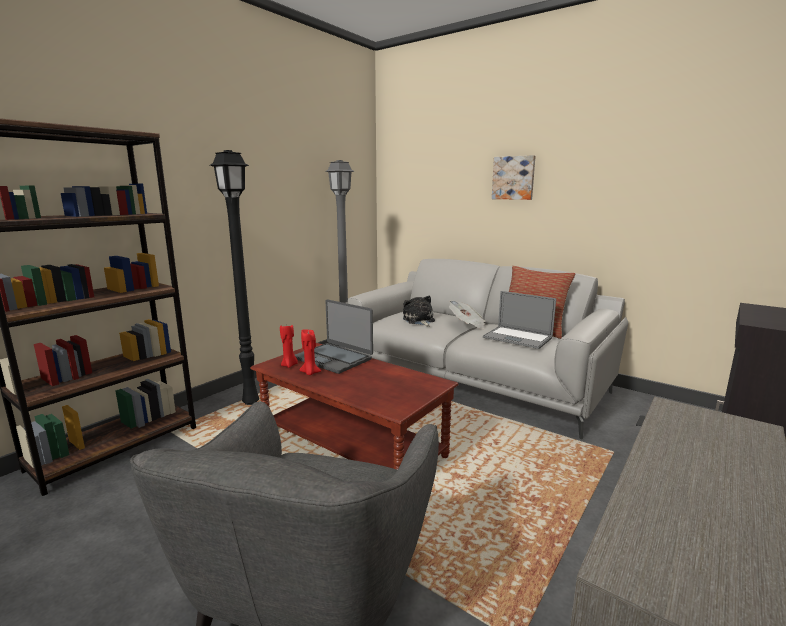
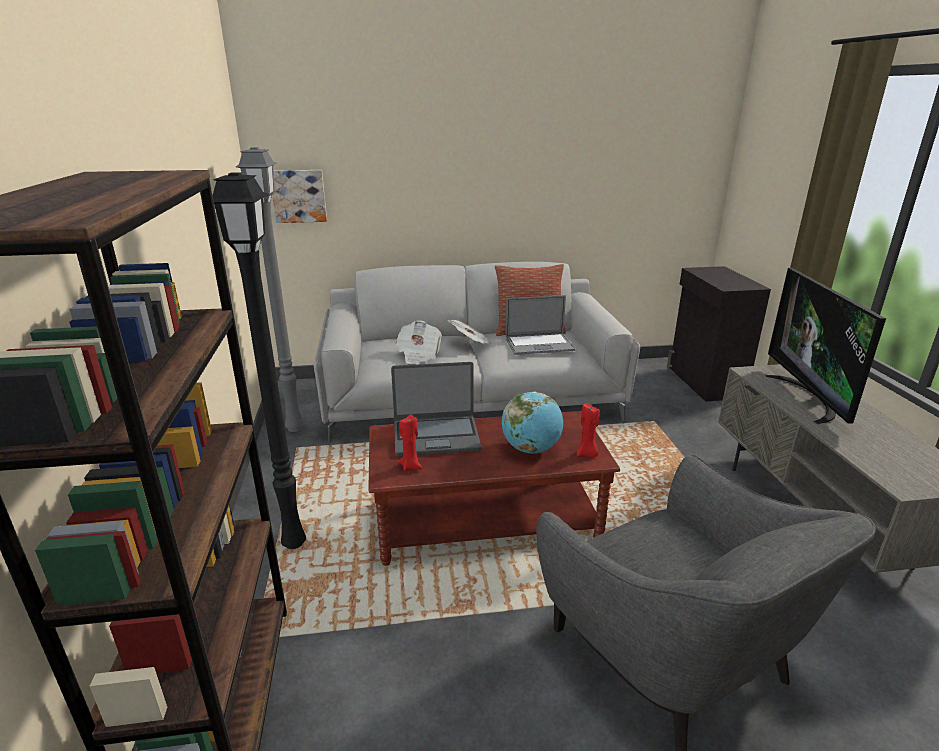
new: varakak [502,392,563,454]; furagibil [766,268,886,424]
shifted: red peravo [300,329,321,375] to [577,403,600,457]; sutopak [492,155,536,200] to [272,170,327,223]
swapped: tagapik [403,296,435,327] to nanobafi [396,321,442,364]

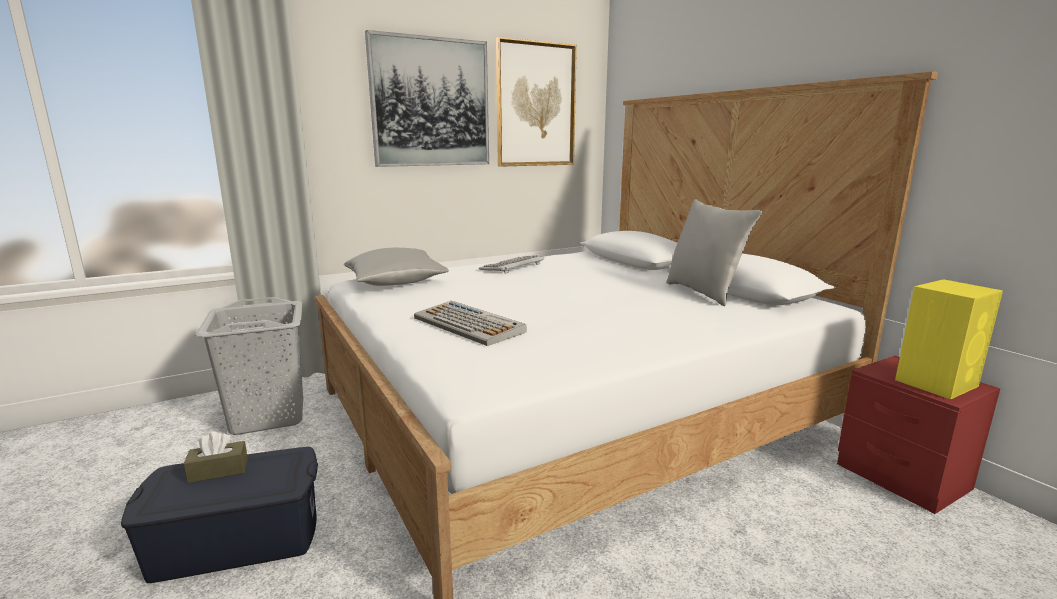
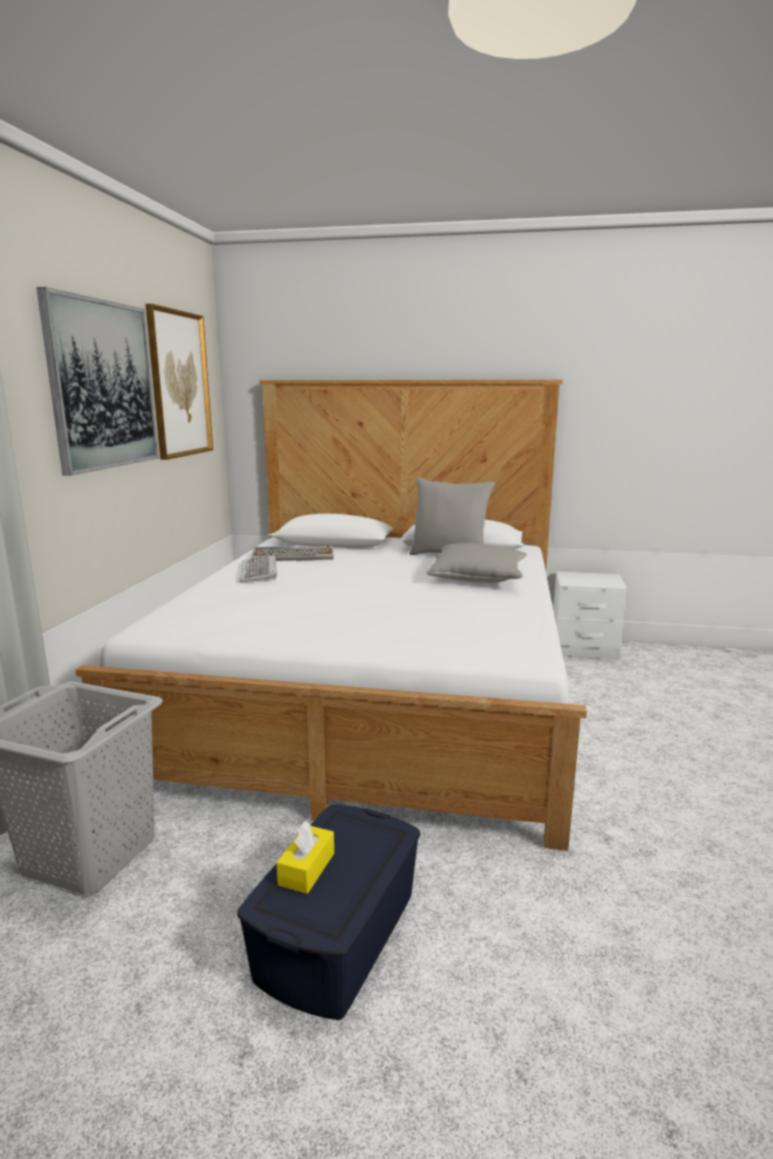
gone: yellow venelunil [895,279,1003,399]
shifted: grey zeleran [344,248,449,286] to [426,543,527,583]; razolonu [414,301,527,346] to [251,545,334,561]
repainted: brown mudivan [183,431,248,483] to yellow mudivan [276,821,334,894]; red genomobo [837,356,1000,514] to white genomobo [553,571,628,660]

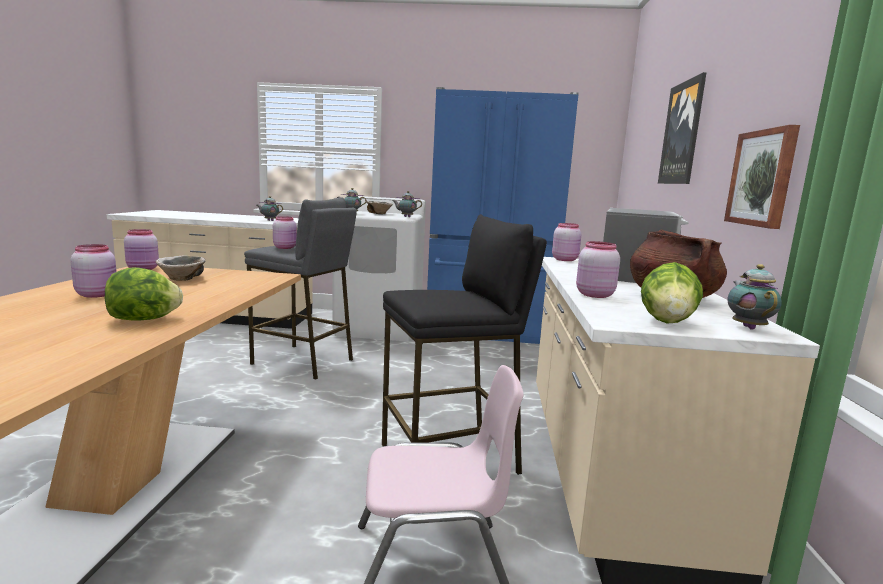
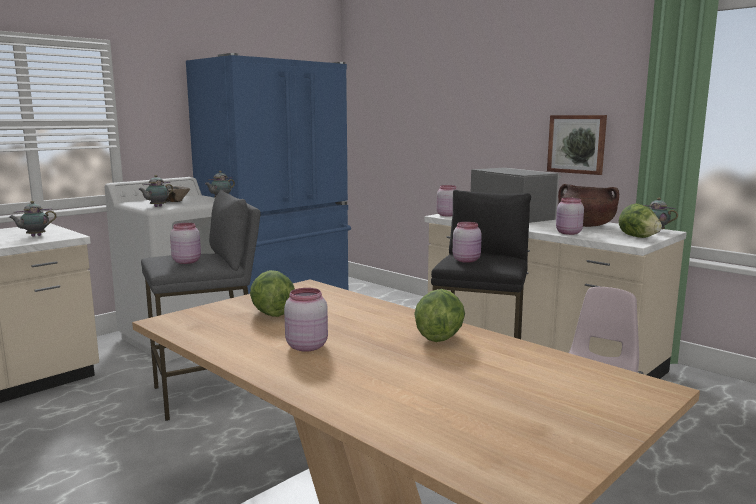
gone: sutopak [658,72,707,184]
shifted: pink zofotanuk [124,229,159,270] to [453,222,482,263]
swapped: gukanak [156,255,206,281] to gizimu [250,270,295,317]

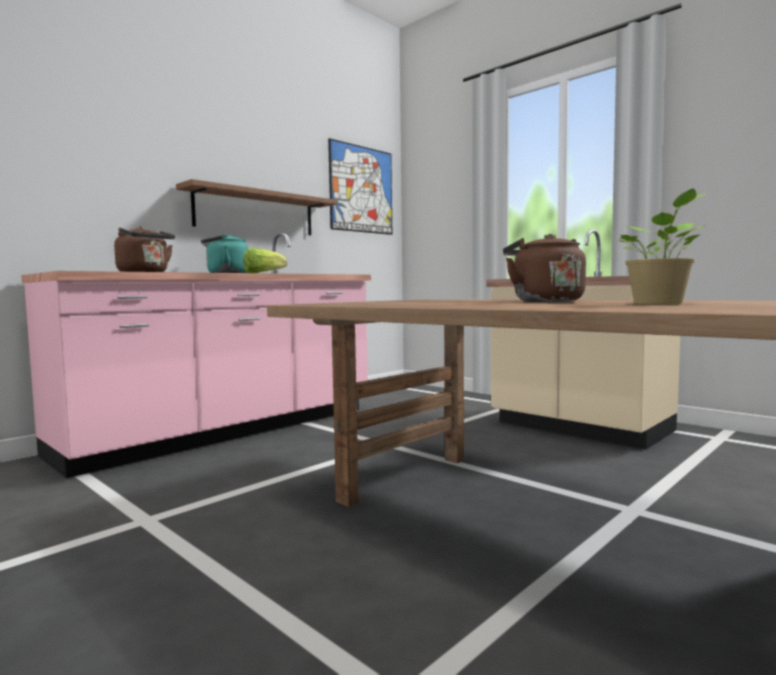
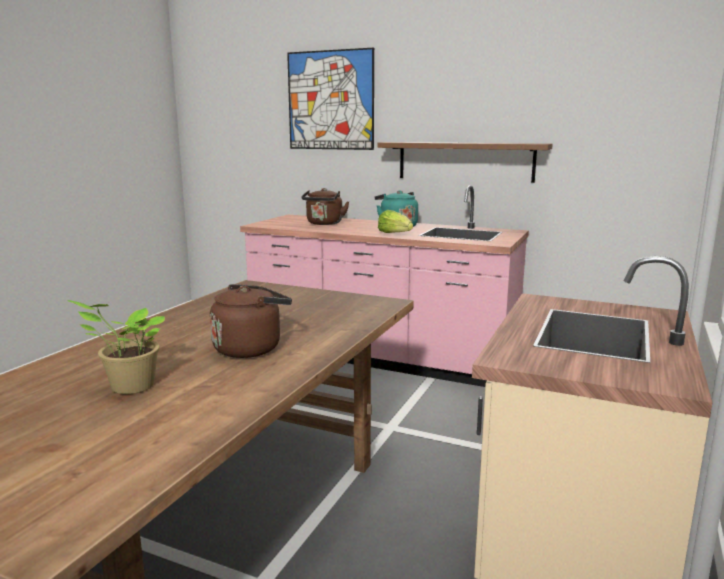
shifted: sutopak [328,138,392,235] to [287,48,374,150]

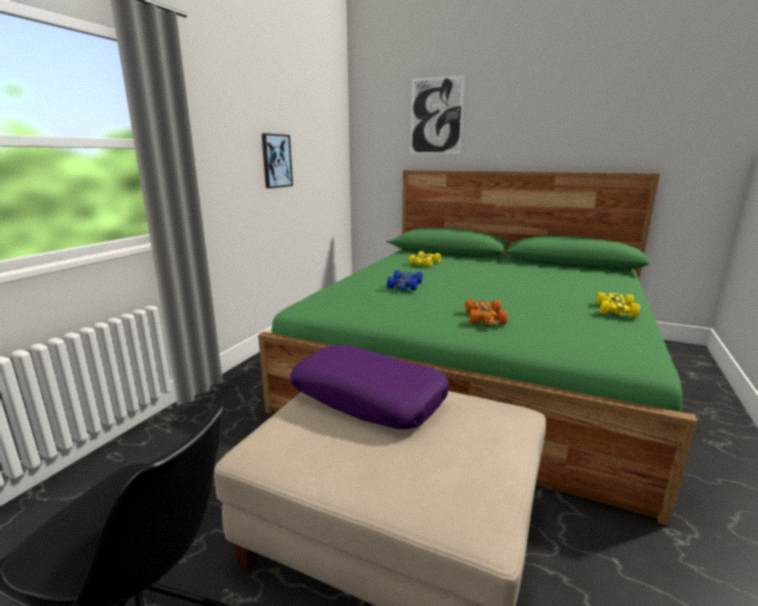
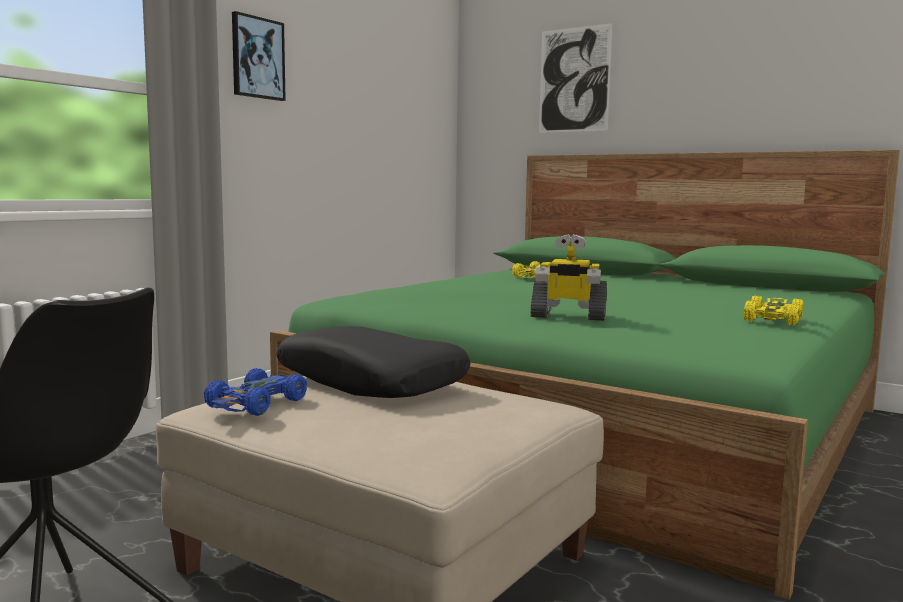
shifted: sutopak [262,133,293,188] to [232,11,286,101]; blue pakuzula [387,270,423,291] to [204,368,307,416]
swapped: orange pakuzula [465,299,508,325] to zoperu [531,234,607,321]
repainted: purple zeleran [290,345,450,429] to black zeleran [276,326,470,398]

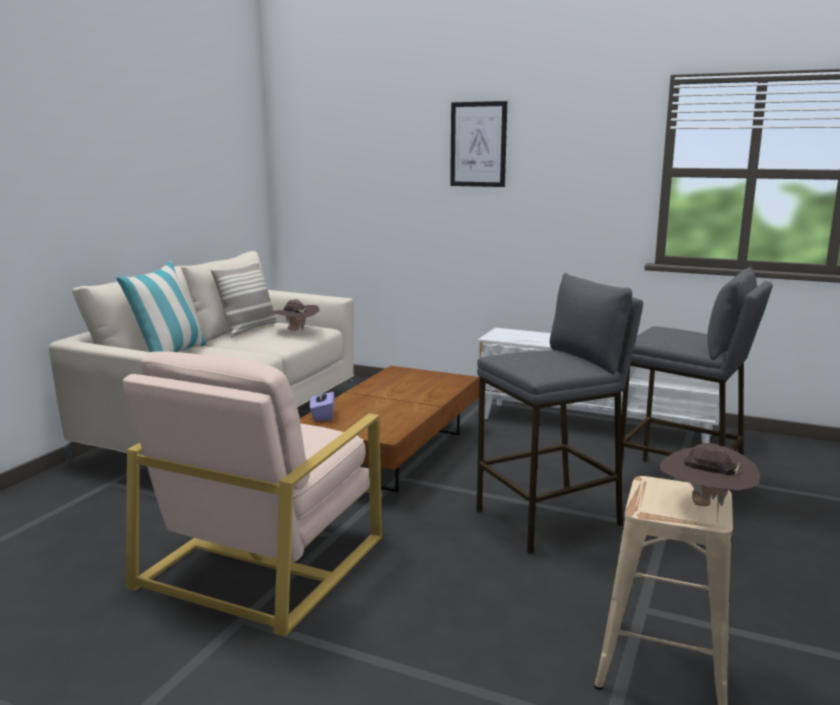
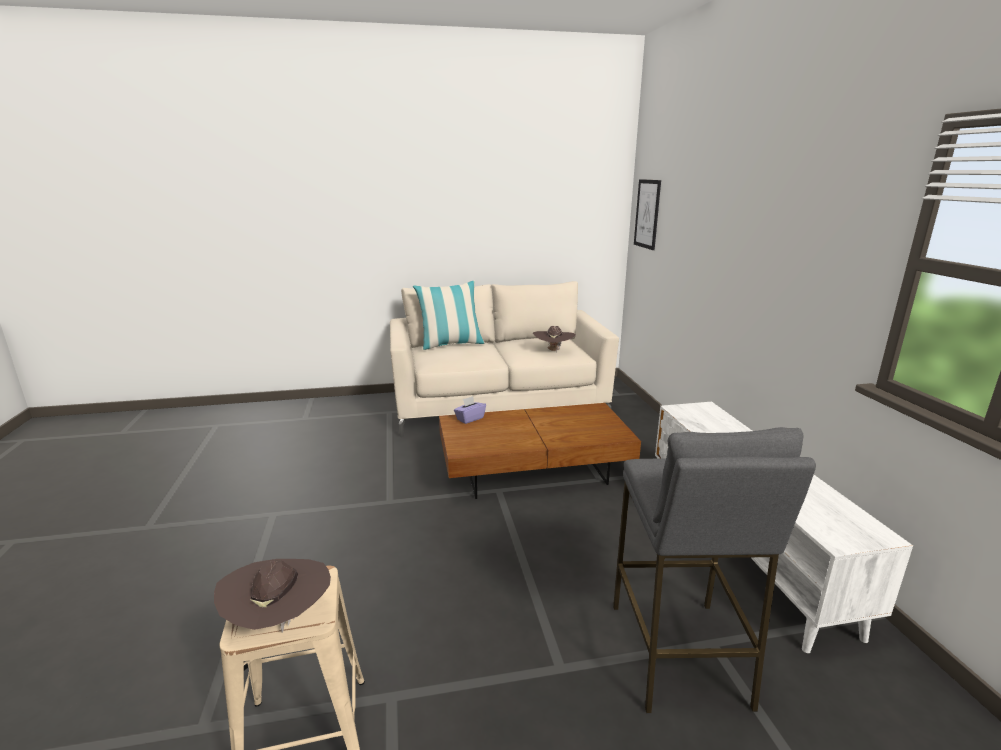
gone: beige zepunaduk [122,351,382,636]; zeleran [211,261,278,338]; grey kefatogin [476,273,643,554]
shifted: sutopak [450,101,507,187] to [634,179,661,250]

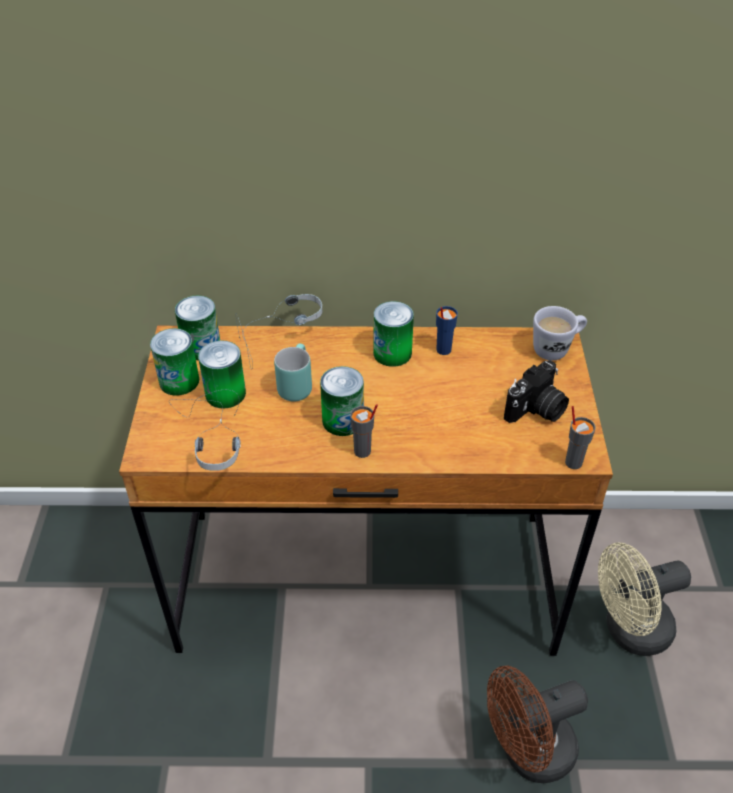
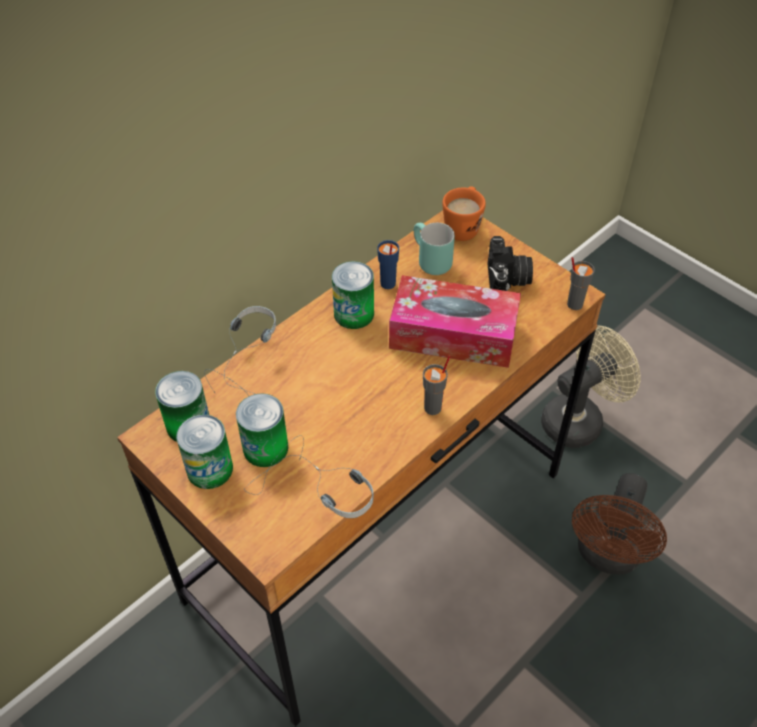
gone: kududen [320,366,364,436]
new: mudivan [389,275,521,368]
shifted: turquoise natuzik [274,344,312,401] to [414,223,455,275]
repainted: white natuzik [533,306,587,361] to orange natuzik [442,186,486,241]
rotated: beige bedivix [598,542,691,656] = [541,325,640,448] 150 degrees counterclockwise

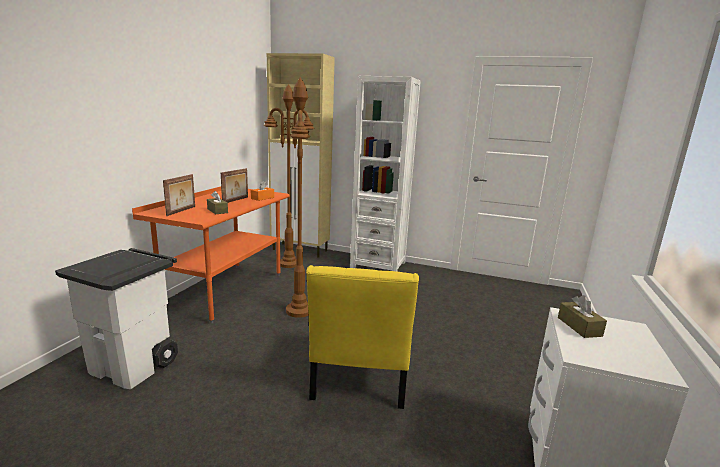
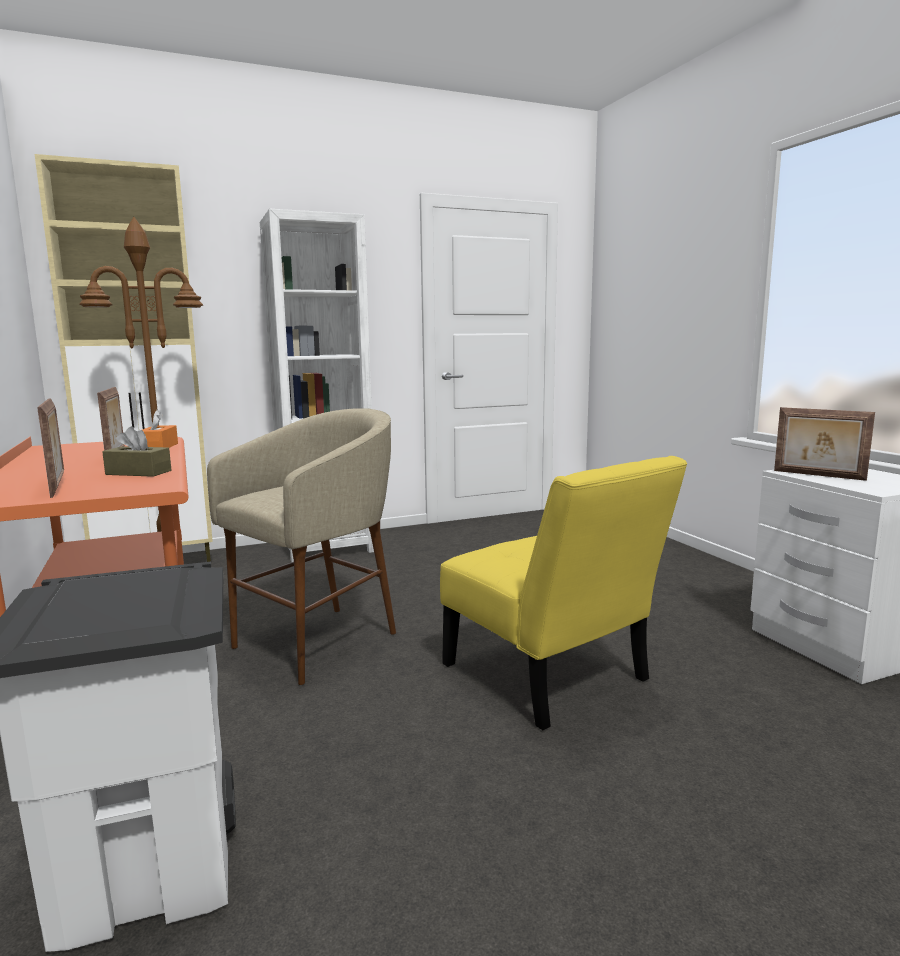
swapped: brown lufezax [286,77,310,318] to beige kefatogin [207,408,396,685]; brown mudivan [558,295,607,338] to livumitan [774,407,875,481]

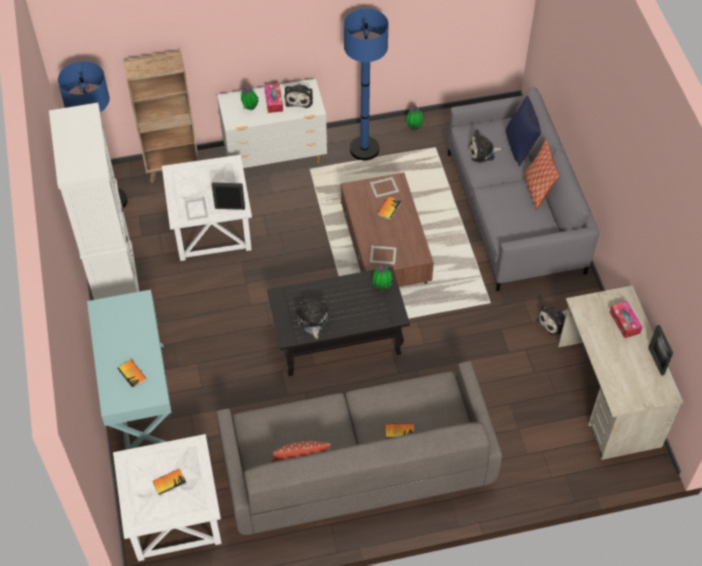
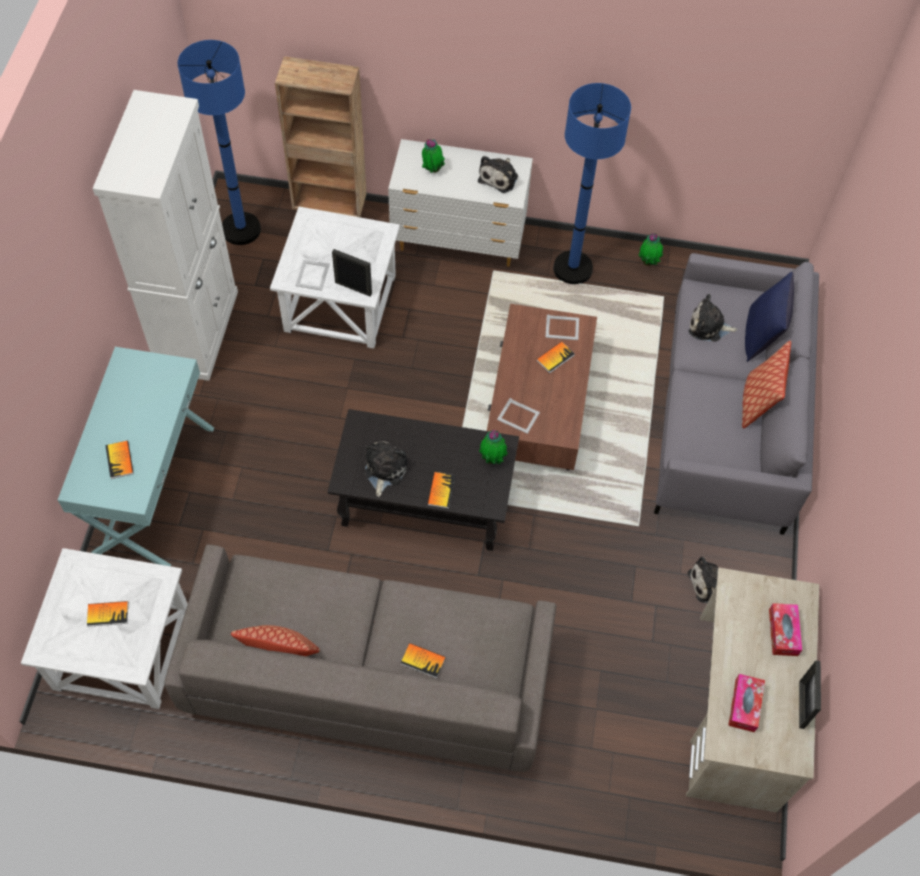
new: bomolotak [427,472,455,509]
shifted: mudivan [265,83,283,113] to [728,674,765,732]

